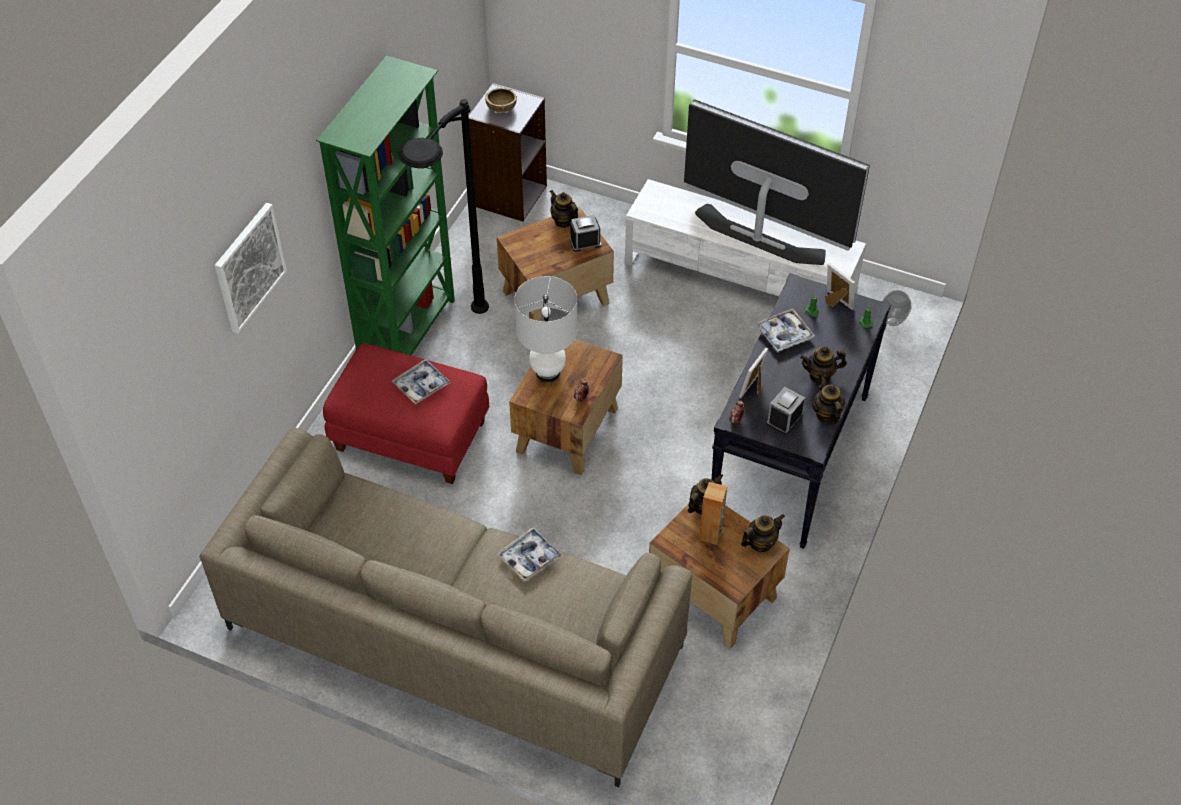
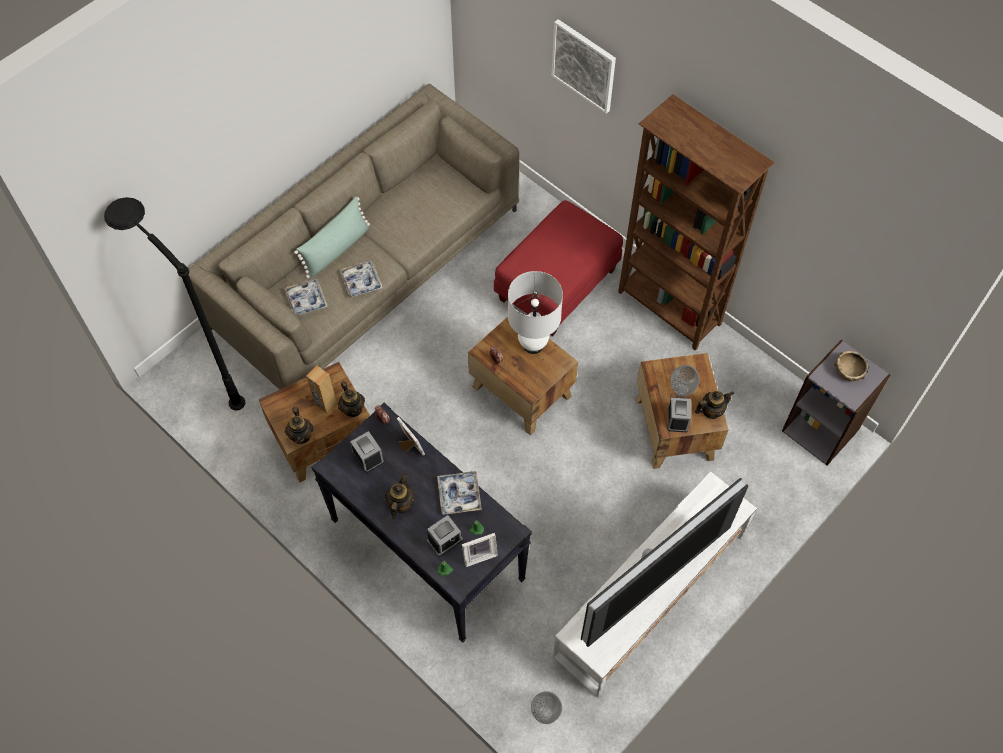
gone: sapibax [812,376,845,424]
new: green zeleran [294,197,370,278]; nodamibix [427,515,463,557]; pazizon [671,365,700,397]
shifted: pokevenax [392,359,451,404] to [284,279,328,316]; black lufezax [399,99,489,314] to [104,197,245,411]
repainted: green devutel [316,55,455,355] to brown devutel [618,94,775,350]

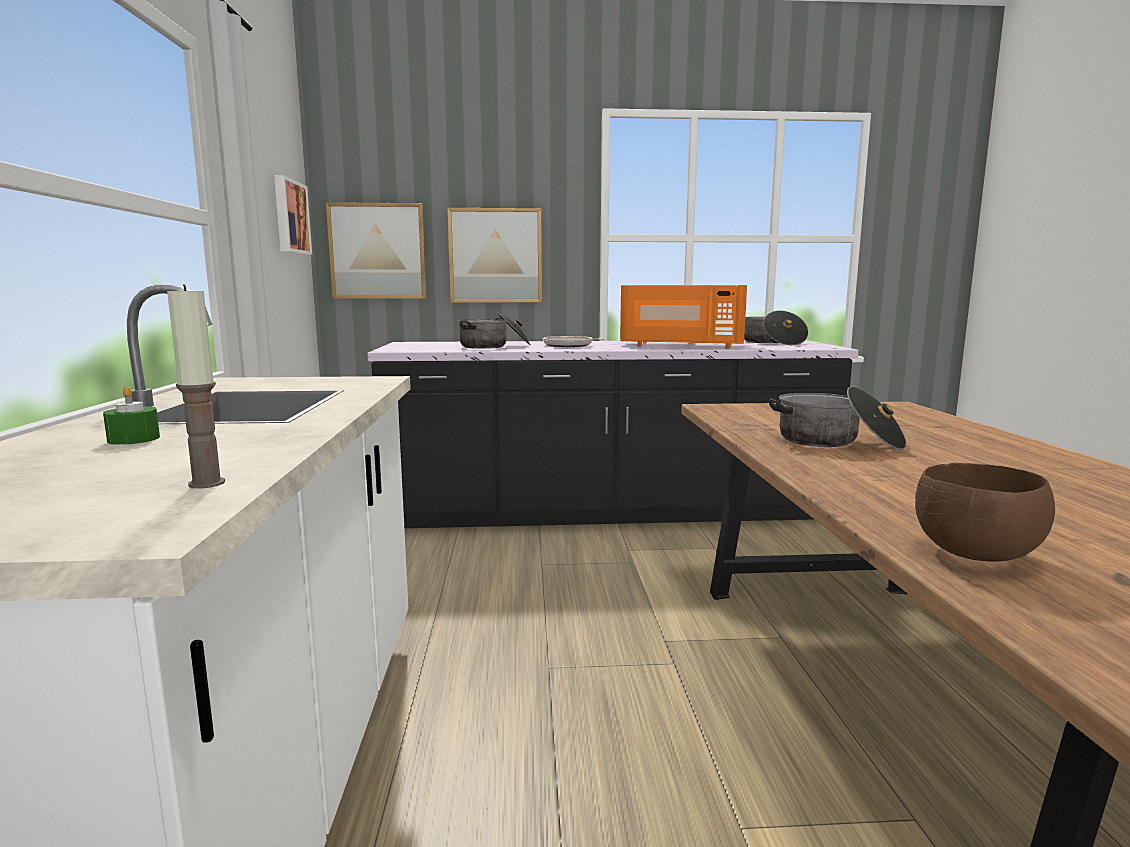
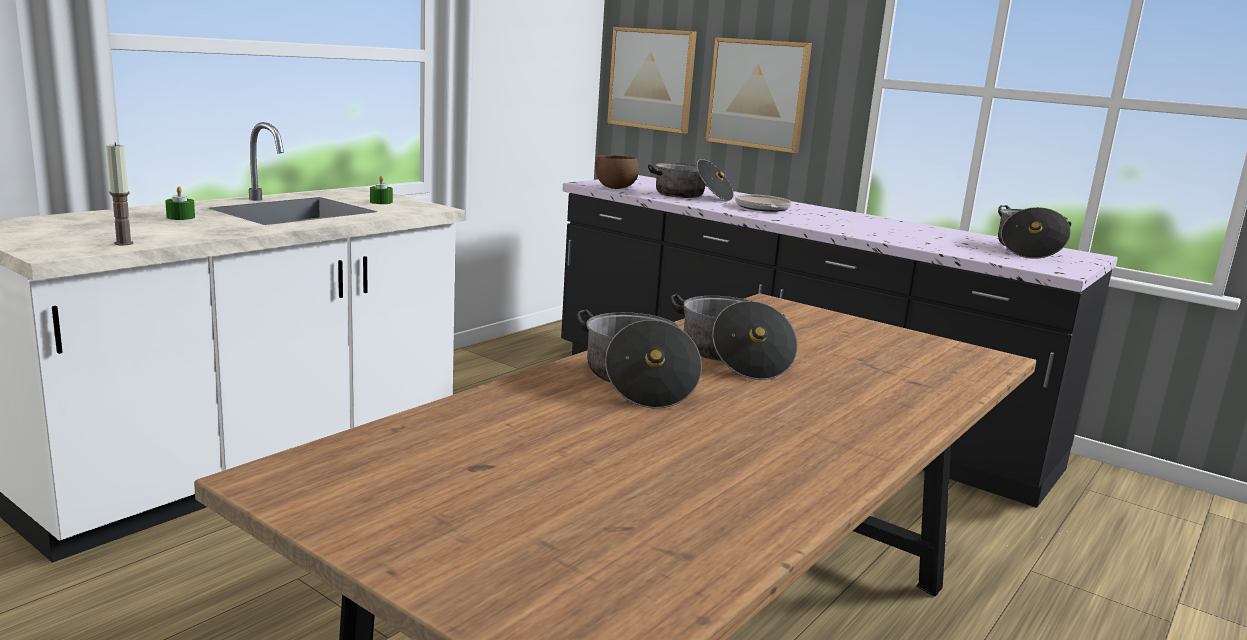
gone: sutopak [274,175,312,255]; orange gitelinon [620,285,747,348]
new: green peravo [370,176,393,204]; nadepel [576,309,702,408]
shifted: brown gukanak [915,463,1055,562] to [595,155,639,189]

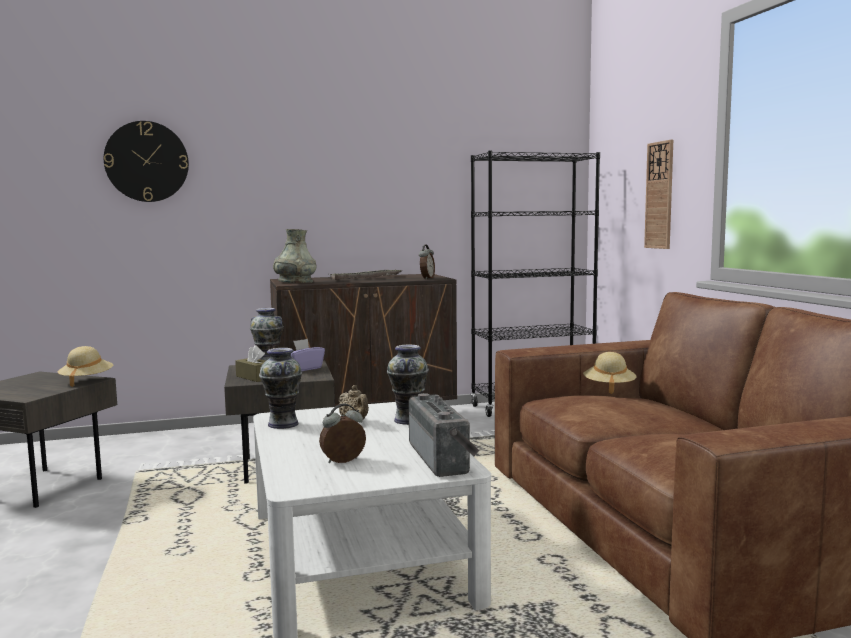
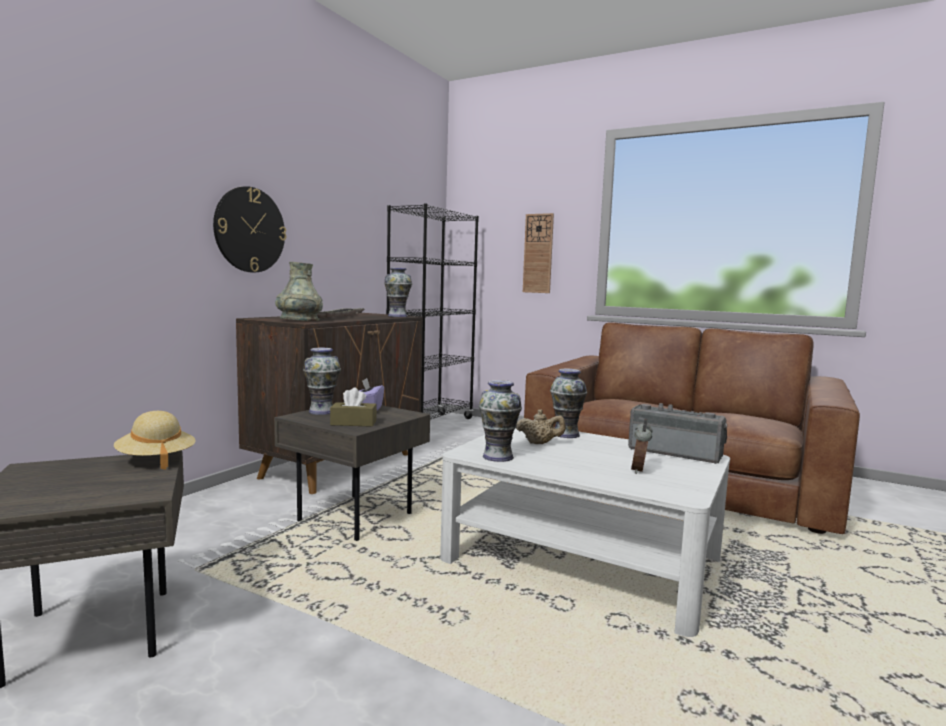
gone: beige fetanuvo [583,352,637,394]
shifted: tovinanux [104,121,189,202] to [213,186,286,272]
swapped: nodamibix [419,244,435,279] to pazizon [384,268,412,317]

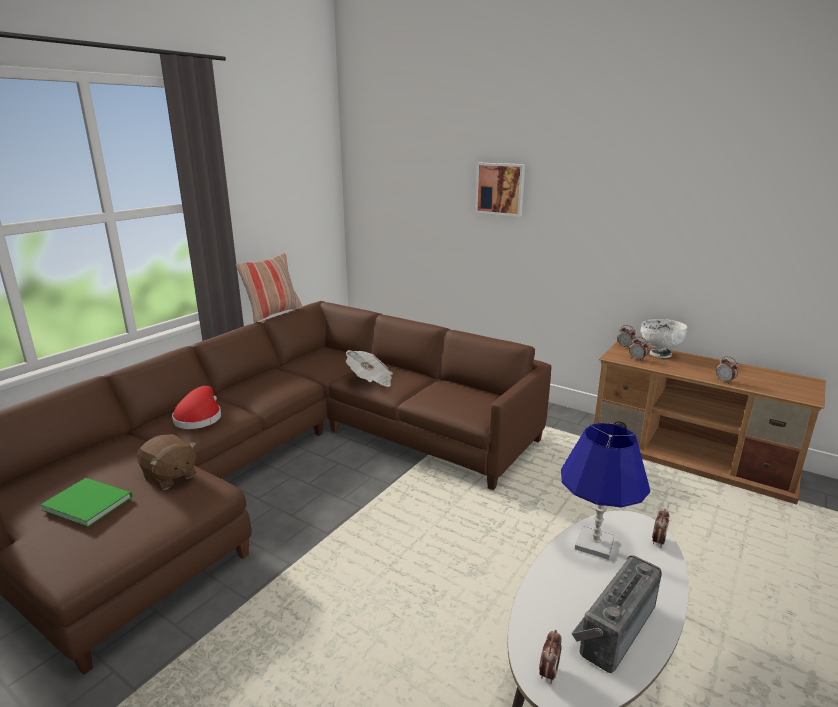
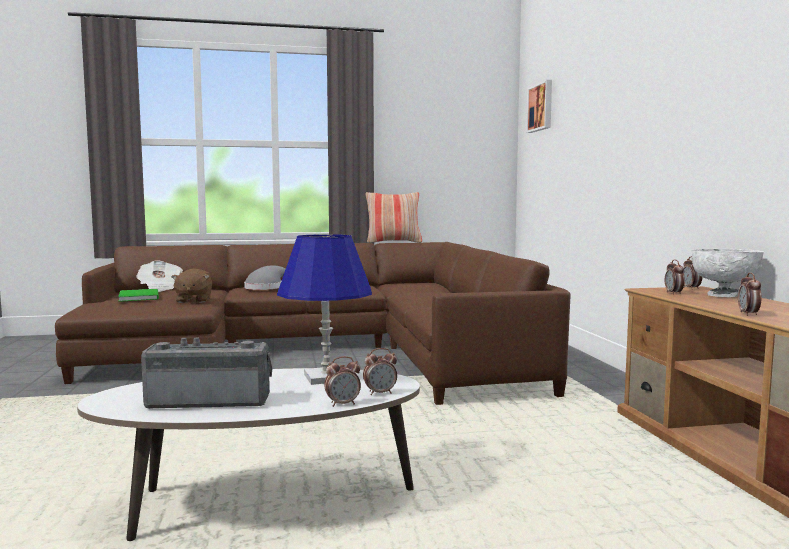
shifted: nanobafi [346,350,393,387] to [136,260,183,292]; sutopak [475,163,525,217] to [526,80,552,133]; nodamibix [539,630,562,684] to [324,356,361,407]
repainted: red fetanuvo [172,386,221,429] to grey fetanuvo [244,265,286,290]

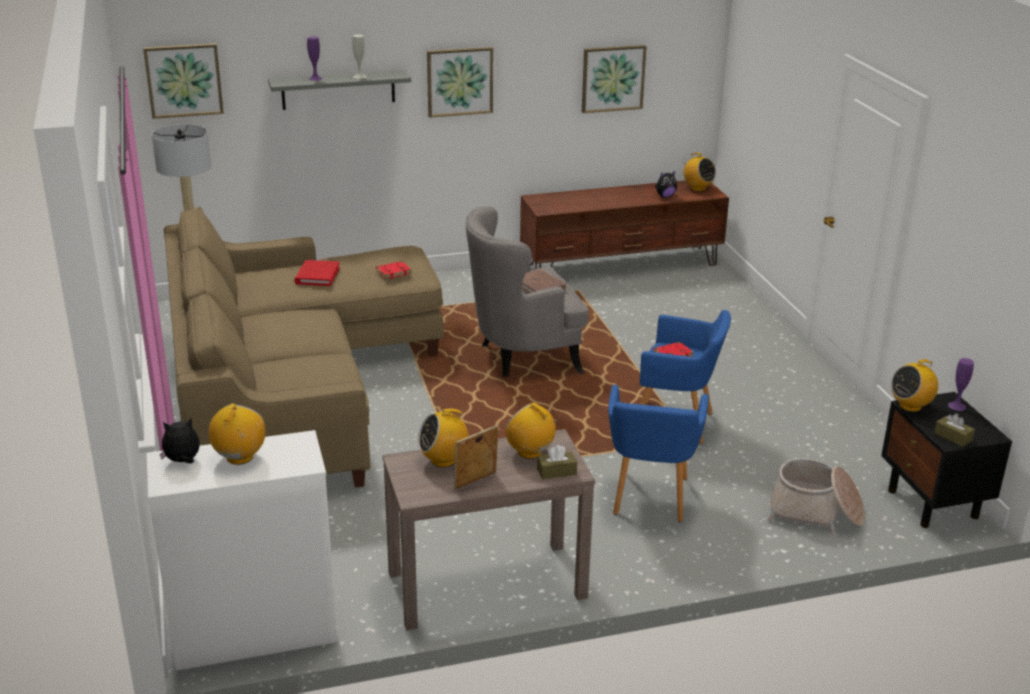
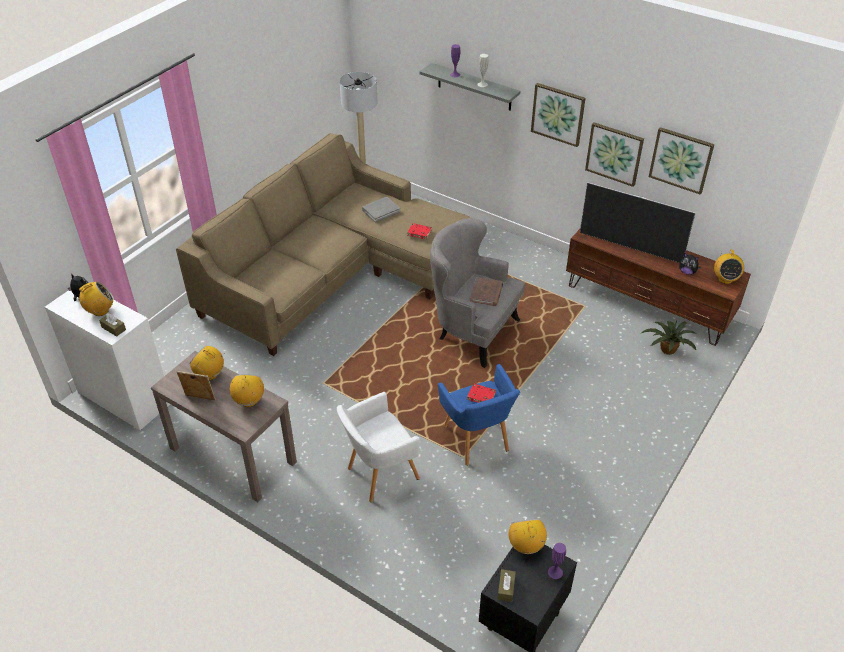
gone: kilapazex [767,458,865,534]
new: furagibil [580,182,696,263]; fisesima [640,321,696,355]
shifted: sutopak [143,43,224,119] to [585,122,644,187]; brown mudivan [537,445,577,479] to [99,313,126,337]
repainted: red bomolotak [294,260,340,286] to grey bomolotak [362,197,400,222]; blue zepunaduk [608,385,709,522] to white zepunaduk [337,392,420,502]
rotated: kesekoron [891,359,938,412] = [509,519,547,554] 60 degrees clockwise

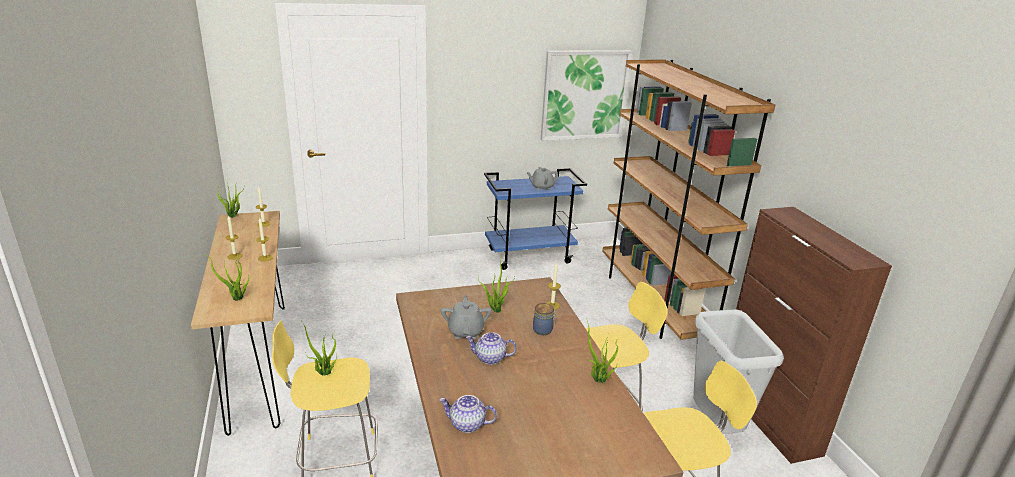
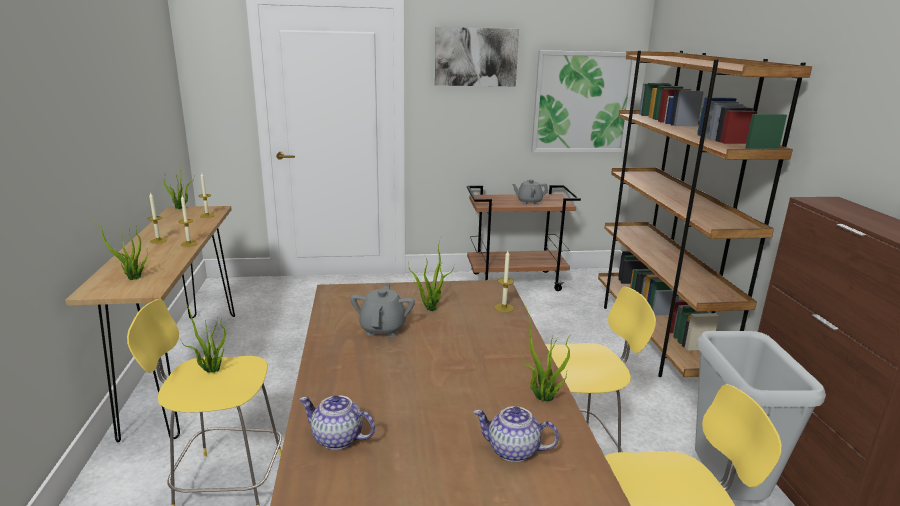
gone: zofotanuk [533,303,556,335]
new: sutopak [435,27,519,86]
shifted: sapibax [466,332,517,365] to [474,406,559,462]
repainted: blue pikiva [484,168,587,270] to brown pikiva [467,185,581,291]

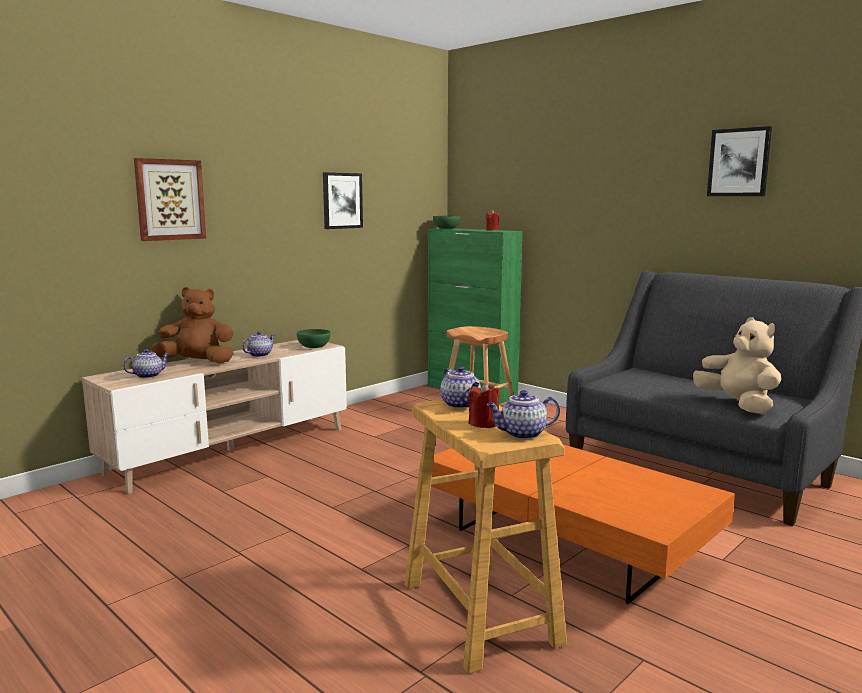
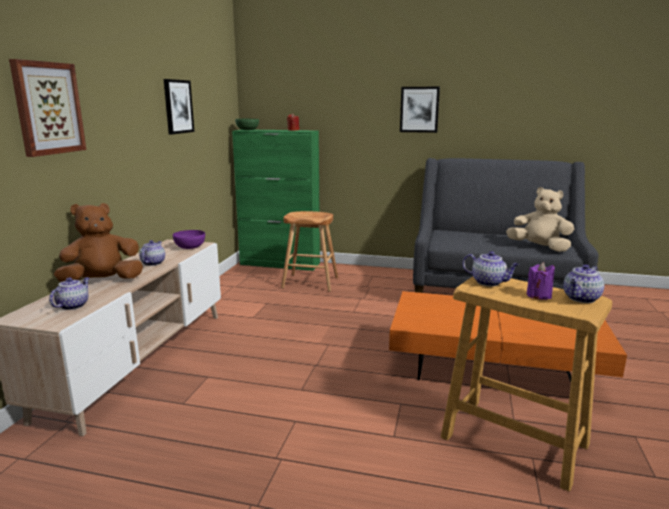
shifted: sutopak [707,126,772,196] to [400,87,440,133]
repainted: green gukanak [297,329,330,348] to purple gukanak [173,230,205,249]; red peravo [469,382,500,428] to purple peravo [527,262,555,300]

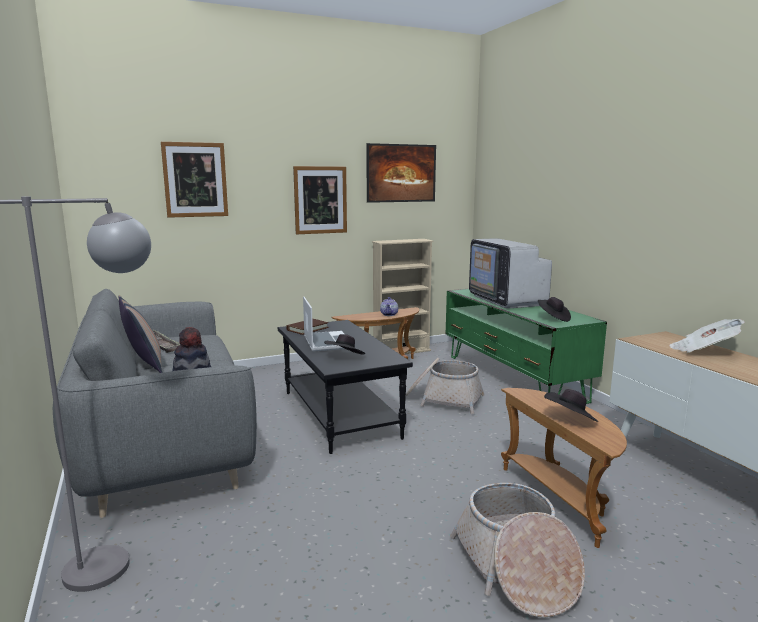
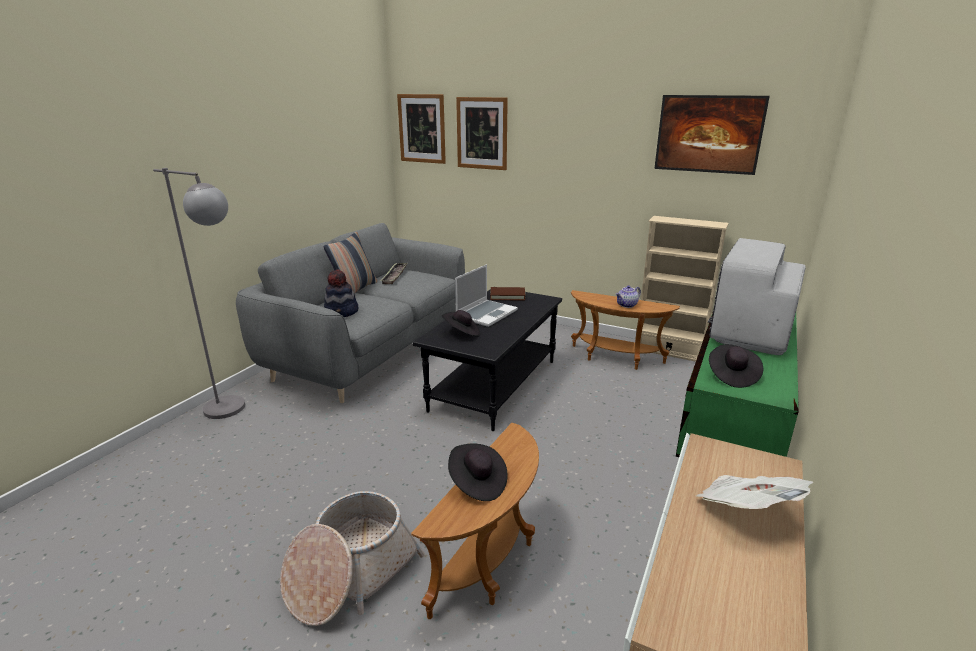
gone: kilapazex [406,358,485,414]
shifted: sutopak [293,166,347,234] to [397,94,446,164]

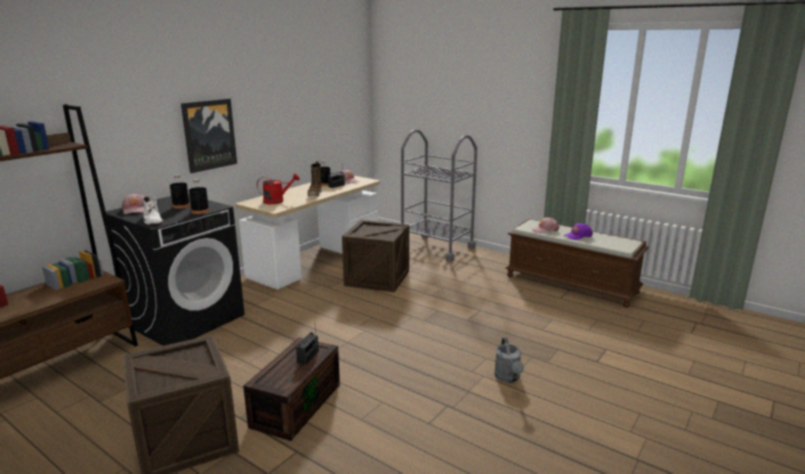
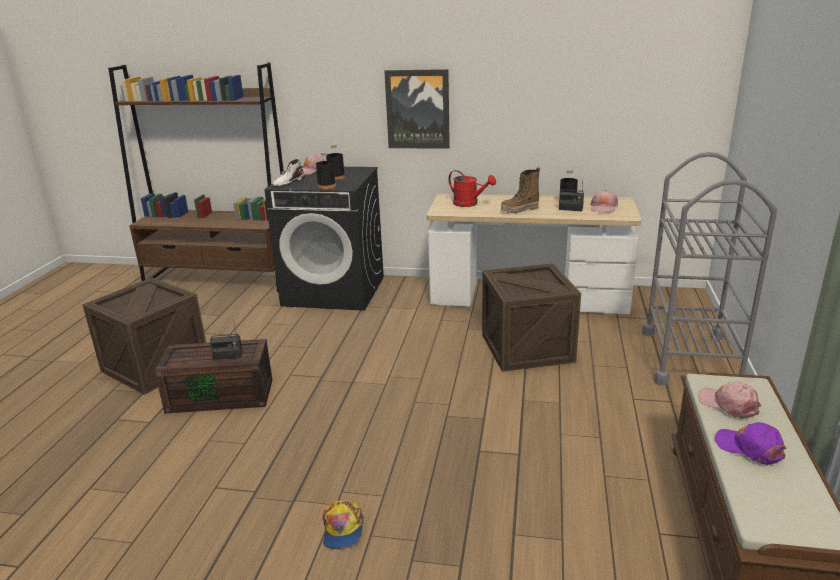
swapped: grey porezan [494,337,524,383] to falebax [323,500,364,549]

